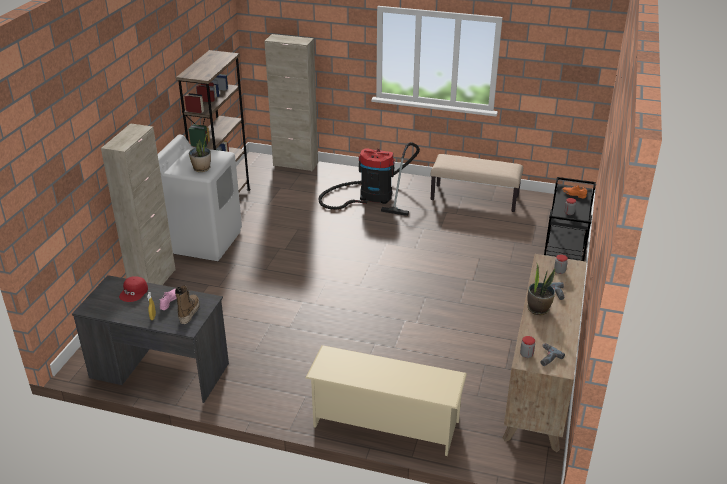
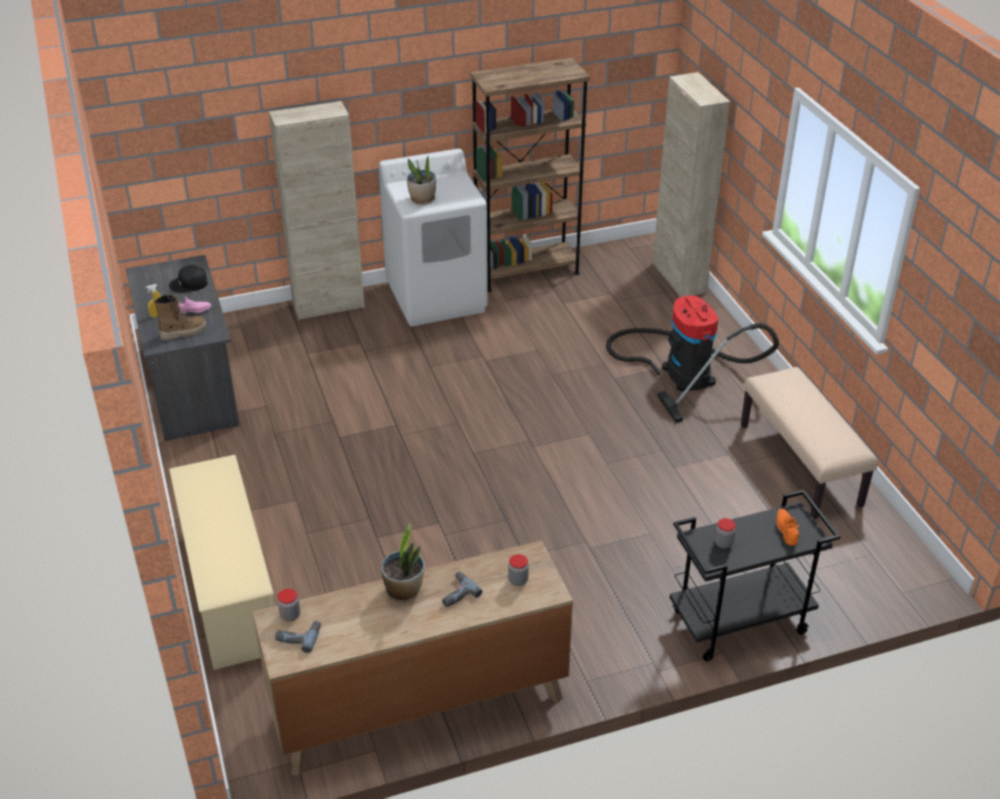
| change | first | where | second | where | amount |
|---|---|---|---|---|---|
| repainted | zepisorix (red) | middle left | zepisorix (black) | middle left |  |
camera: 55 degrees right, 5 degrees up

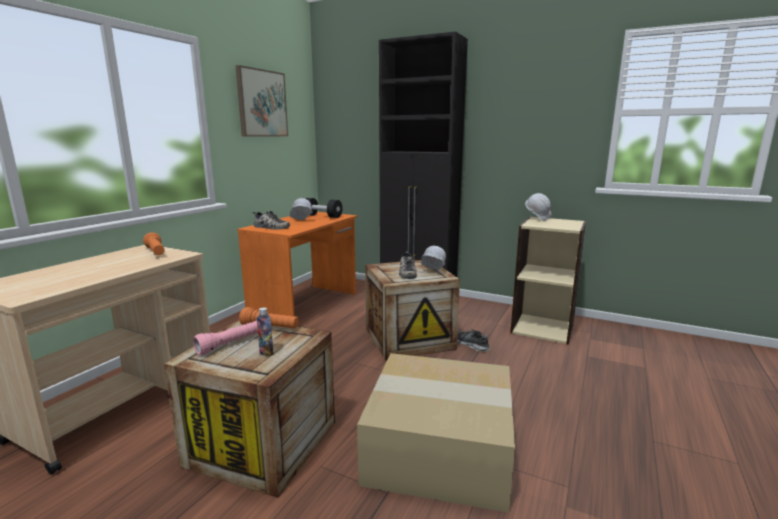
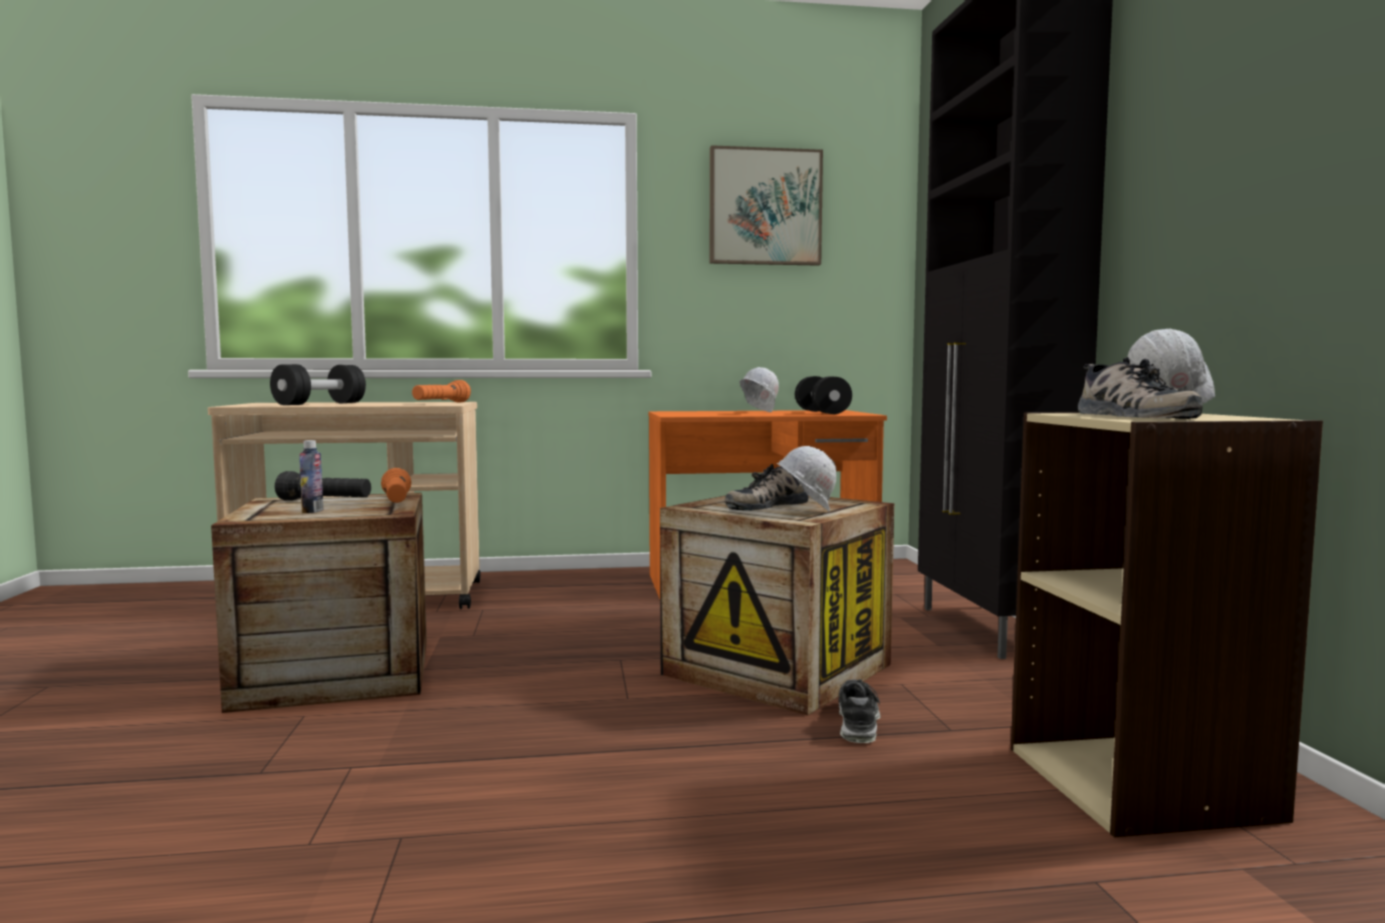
| change | first | where | second | where | amount |
|---|---|---|---|---|---|
| new |  |  | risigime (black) (no. 1 from left) | middle left |  |
| repainted | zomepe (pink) | middle left | zomepe (black) | middle left |  |
| shifted | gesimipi (no. 1 from left in the first image) | centre | gesimipi (no. 3 from left) | middle right |  |
| gone | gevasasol | bottom centre |  |  |  |
camera: 55 degrees right, 10 degrees down

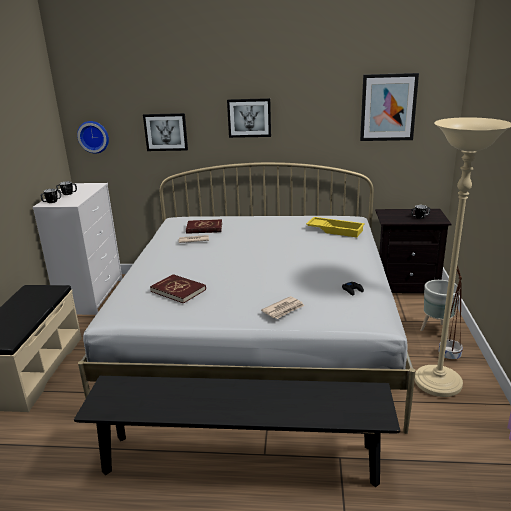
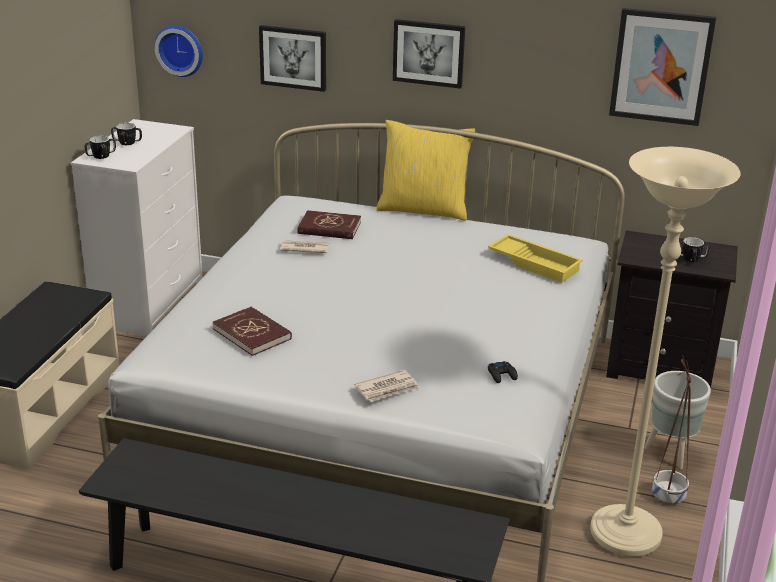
| change | first | where | second | where | amount |
|---|---|---|---|---|---|
| new |  |  | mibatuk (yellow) | top centre |  |
camera: 10 degrees right, 5 degrees up

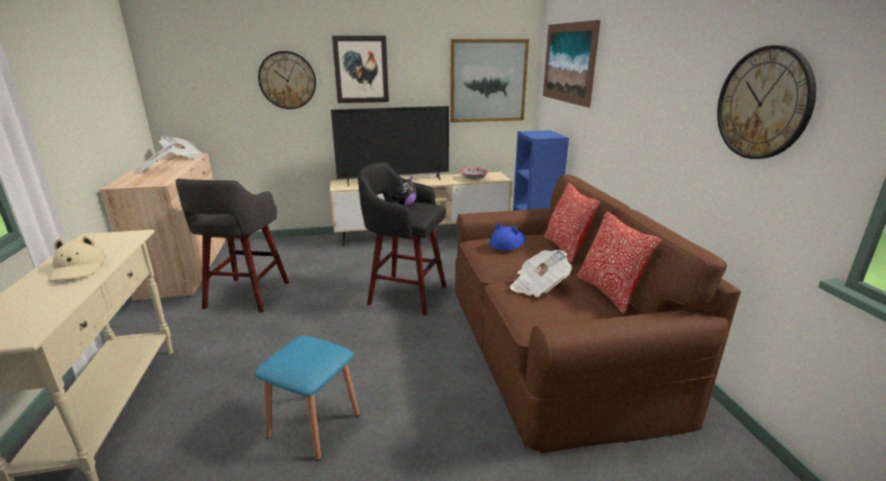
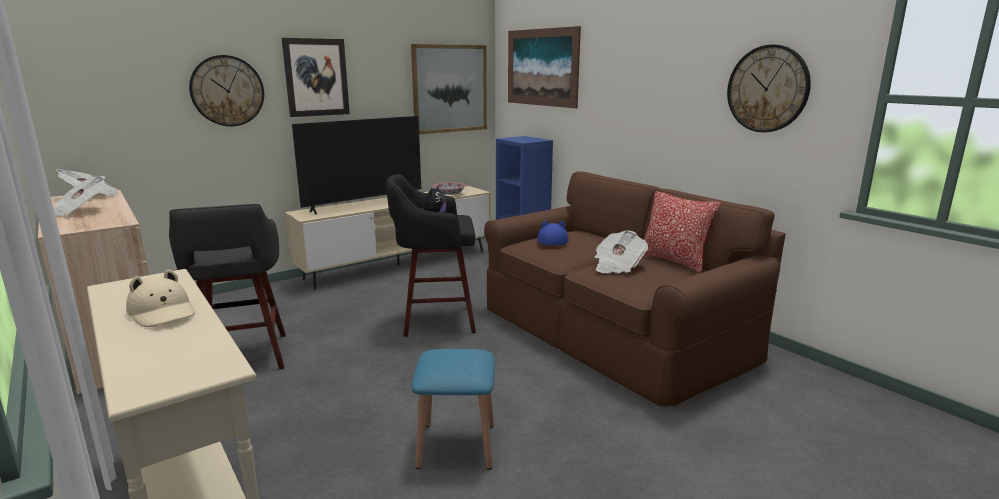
| change | first | where | second | where | amount |
|---|---|---|---|---|---|
| gone | mibatuk (no. 1 from left) | centre |  |  |  |
camera: 25 degrees left, 5 degrees down

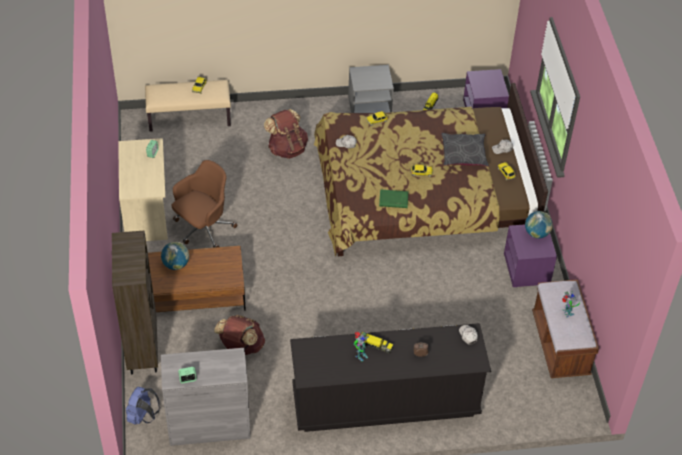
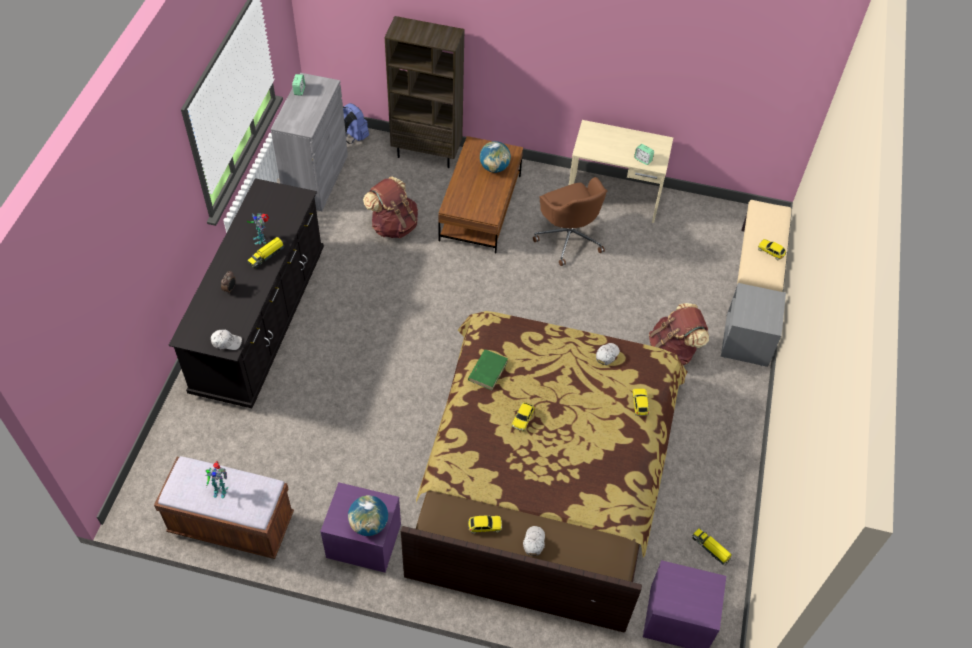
| change | first | where | second | where | amount |
|---|---|---|---|---|---|
| shifted | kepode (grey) | top centre |  | middle right |  |
| gone | mibatuk (grey) | top right |  |  |  |
camera: 110 degrees right, 5 degrees up

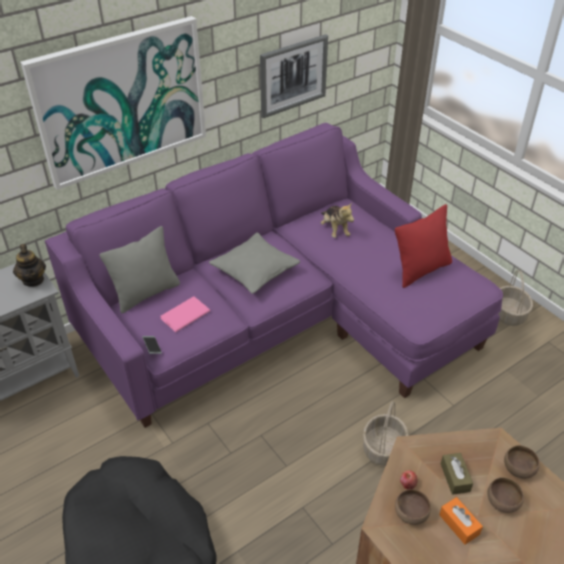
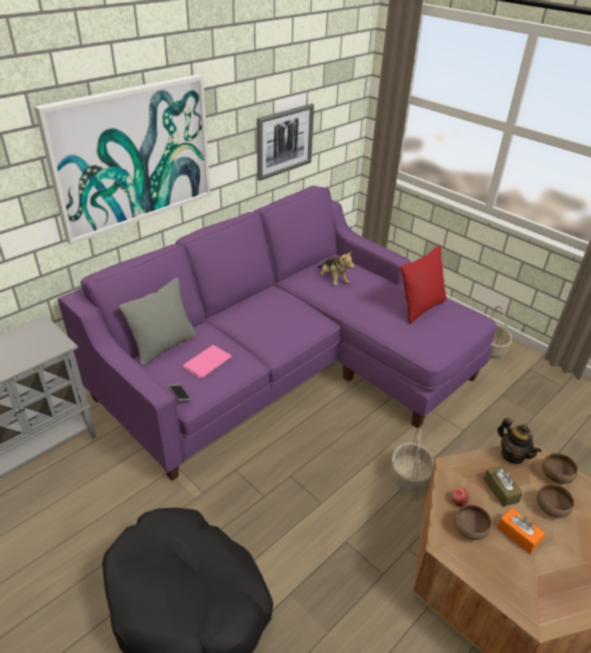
| change | first | where | second | where | amount |
|---|---|---|---|---|---|
| shifted | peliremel | middle left |  | bottom right |  |
| gone | mibatuk (grey) (no. 2 from left) | centre |  |  |  |
camera: 10 degrees left, 5 degrees down

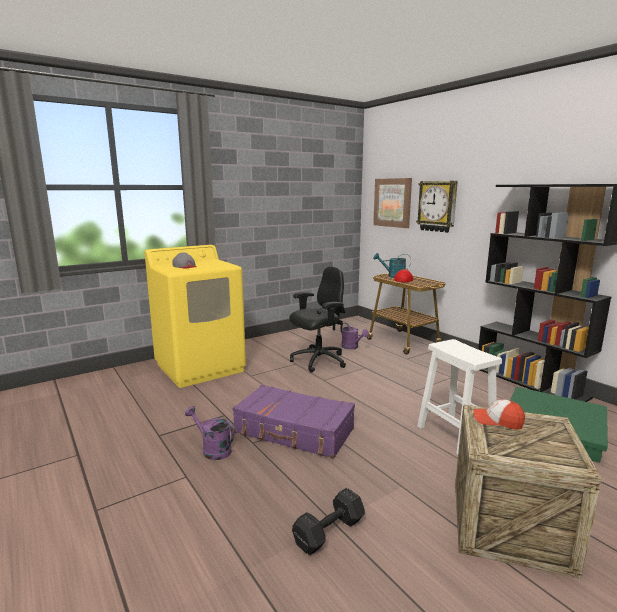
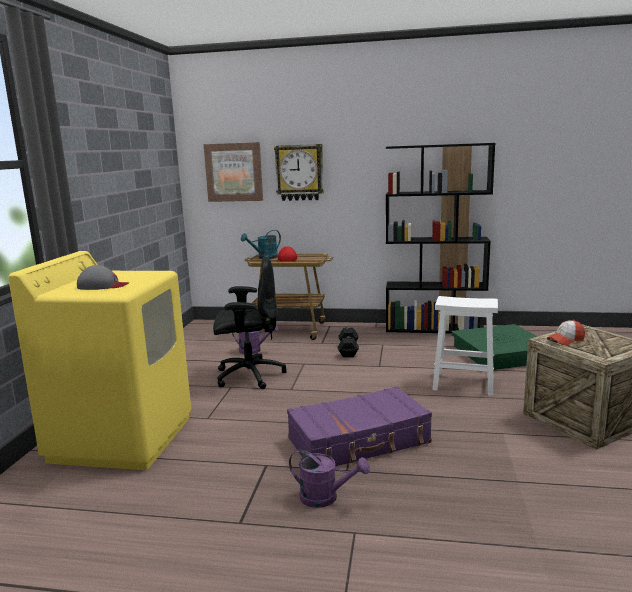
| change | first | where | second | where | amount |
|---|---|---|---|---|---|
| rotated | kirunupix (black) | centre |  | centre | 75 degrees clockwise |
| rotated | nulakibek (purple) (no. 1 from left in the first image) | bottom centre | nulakibek (purple) (no. 2 from left) | bottom centre | 150 degrees counterclockwise |
| shifted | risigime (black) | bottom centre |  | centre |  |
camera: 45 degrees left, 0 degrees up

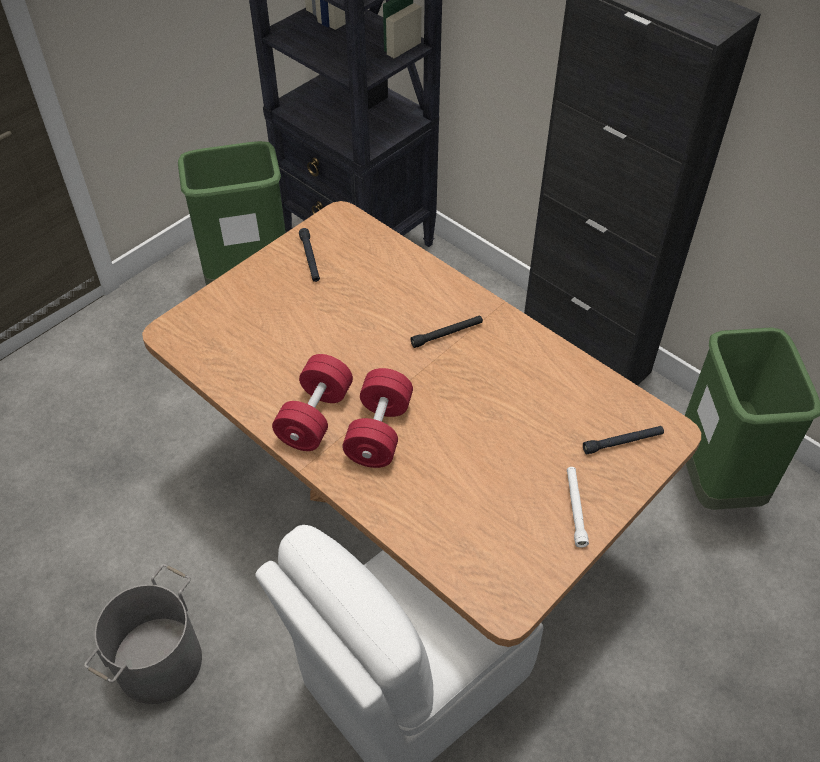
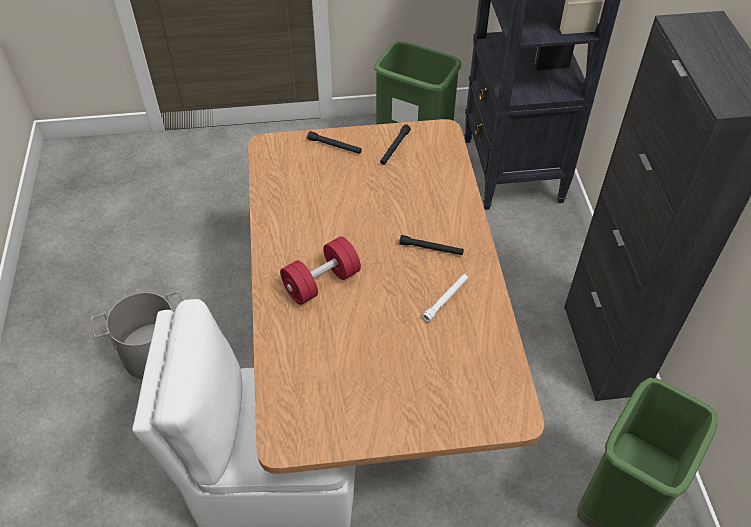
| change | first | where | second | where | amount |
|---|---|---|---|---|---|
| shifted | zomepe (black) (no. 3 from left in the first image) | middle right | zomepe (black) (no. 1 from left) | top centre |  |
| shifted | zomepe (white) | middle right |  | centre |  |
| gone | risigime (red) (no. 1 from left) | centre |  |  |  |
camera: 40 degrees right, 0 degrees up

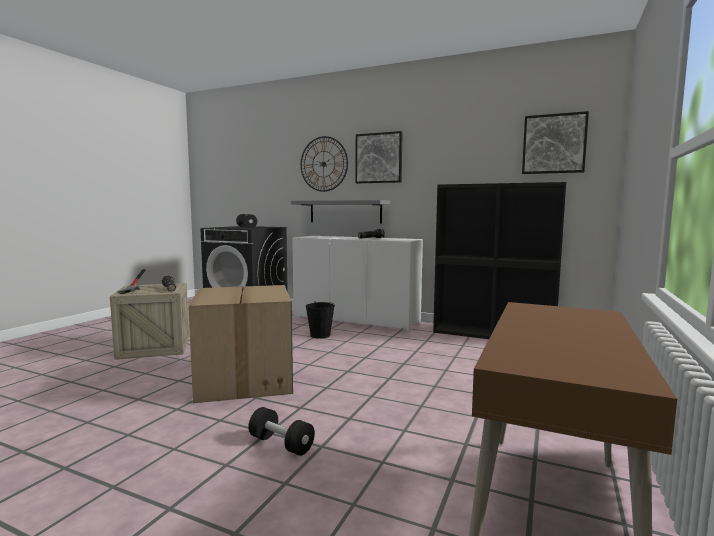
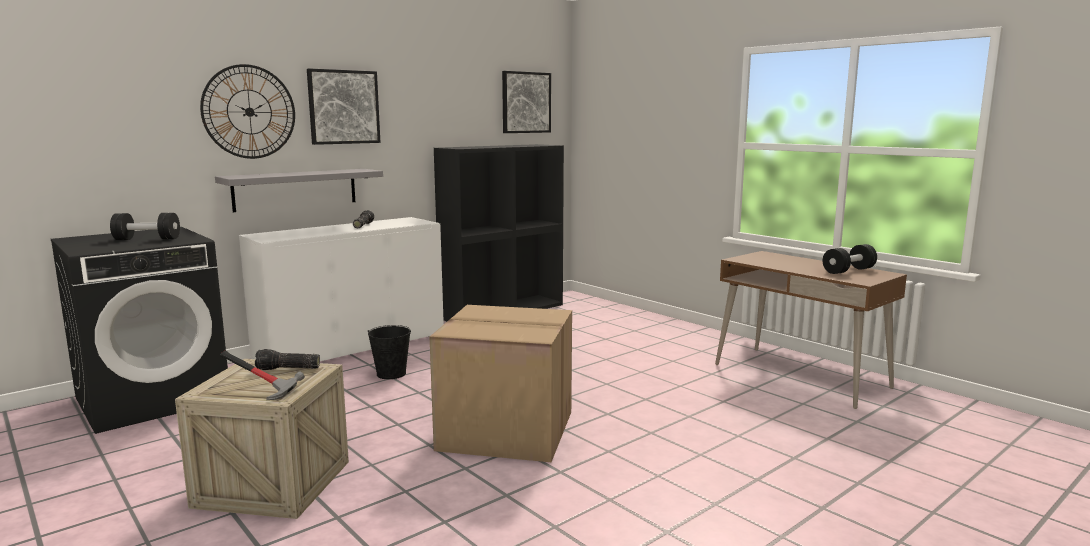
| change | first | where | second | where | amount |
|---|---|---|---|---|---|
| shifted | risigime (black) (no. 2 from left) | bottom centre |  | middle right |  |
camera: 65 degrees left, 5 degrees up

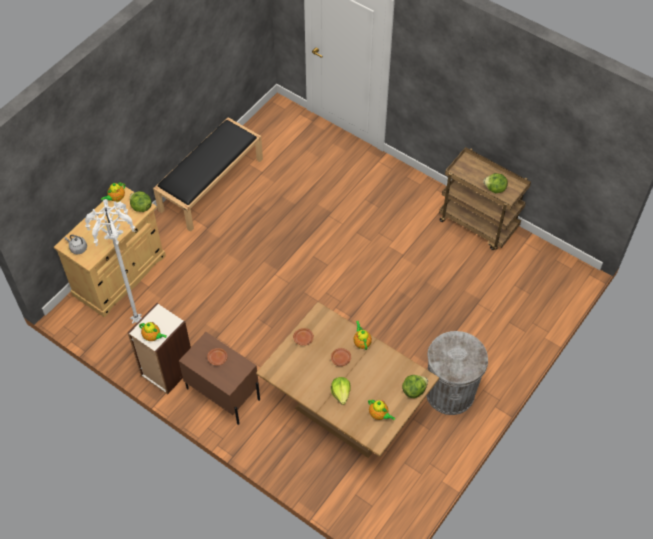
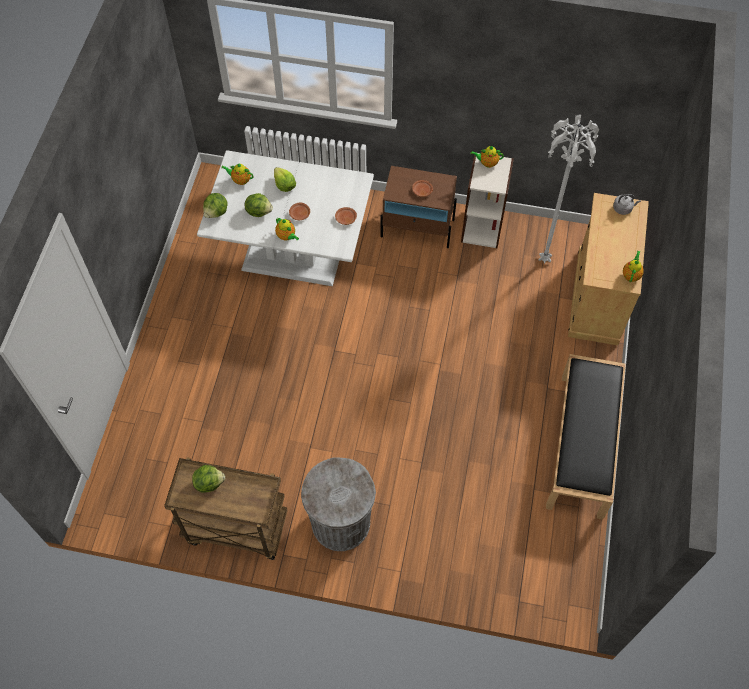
| change | first | where | second | where | amount |
|---|---|---|---|---|---|
| repainted | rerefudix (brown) | bottom centre | rerefudix (white) | top centre |  |
| shifted | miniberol (no. 1 from left in the first image) | middle left | miniberol (no. 3 from left) | top centre |  |
| shifted | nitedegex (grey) | bottom right |  | bottom centre |  |
camera: 155 degrees right, 5 degrees up

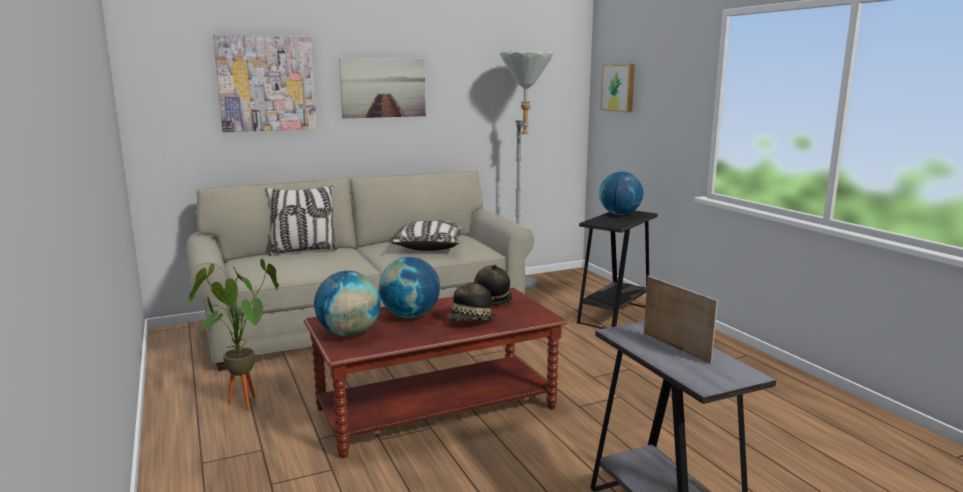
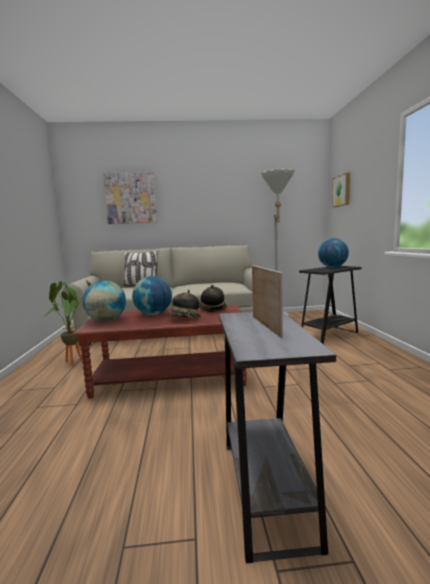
| change | first | where | second | where | amount |
|---|---|---|---|---|---|
| gone | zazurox (no. 2 from left) | top centre |  |  |  |
| gone | mibatuk (no. 2 from left) | centre |  |  |  |
camera: 20 degrees right, 5 degrees down

